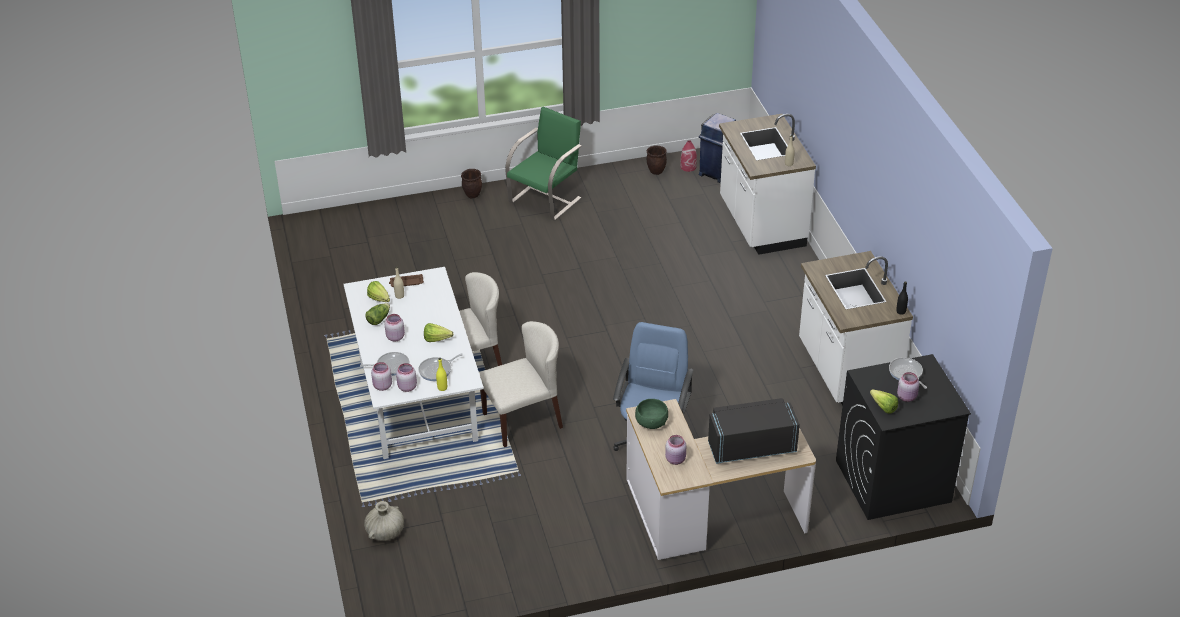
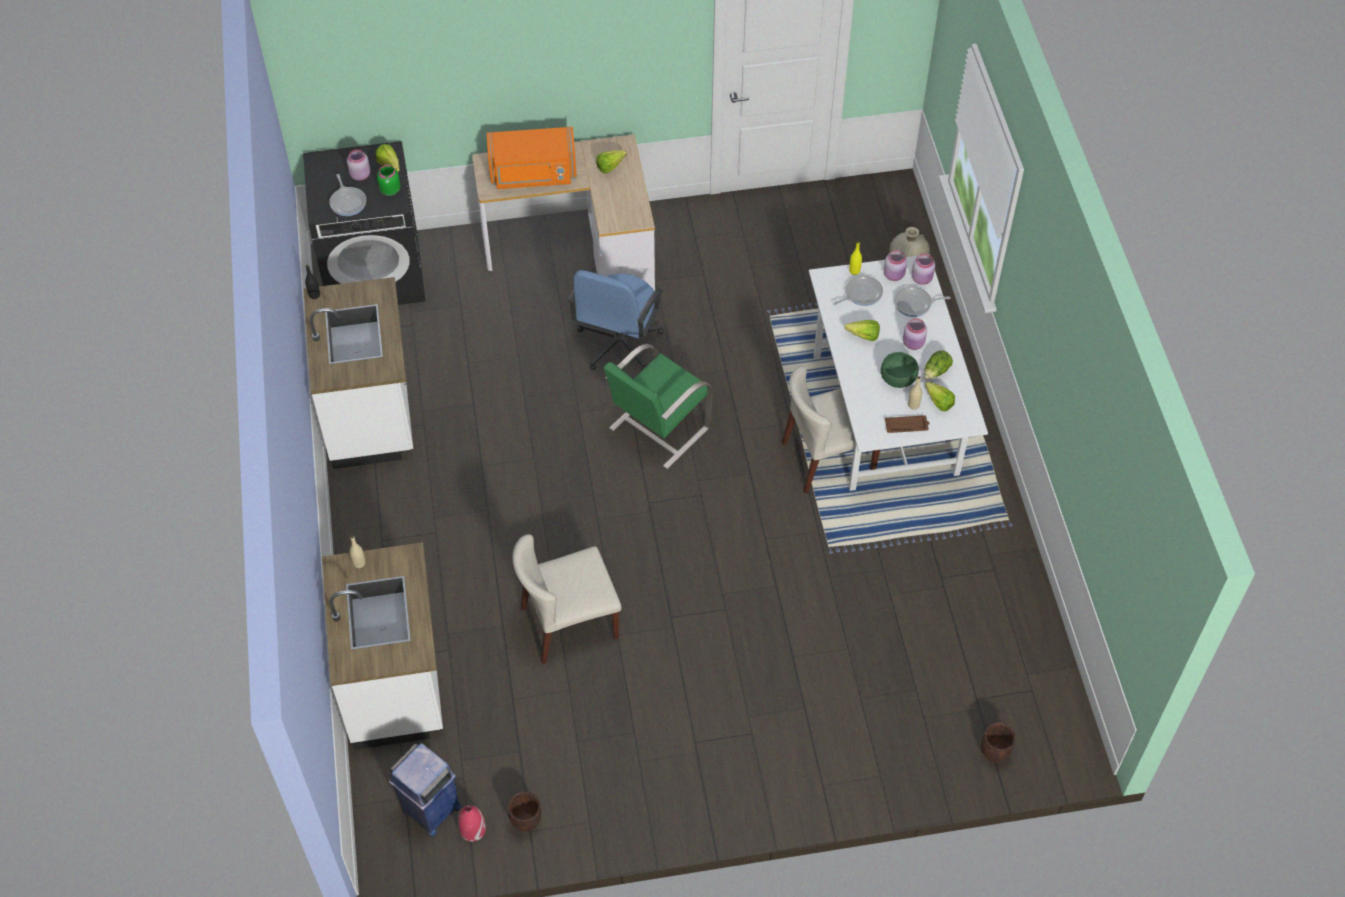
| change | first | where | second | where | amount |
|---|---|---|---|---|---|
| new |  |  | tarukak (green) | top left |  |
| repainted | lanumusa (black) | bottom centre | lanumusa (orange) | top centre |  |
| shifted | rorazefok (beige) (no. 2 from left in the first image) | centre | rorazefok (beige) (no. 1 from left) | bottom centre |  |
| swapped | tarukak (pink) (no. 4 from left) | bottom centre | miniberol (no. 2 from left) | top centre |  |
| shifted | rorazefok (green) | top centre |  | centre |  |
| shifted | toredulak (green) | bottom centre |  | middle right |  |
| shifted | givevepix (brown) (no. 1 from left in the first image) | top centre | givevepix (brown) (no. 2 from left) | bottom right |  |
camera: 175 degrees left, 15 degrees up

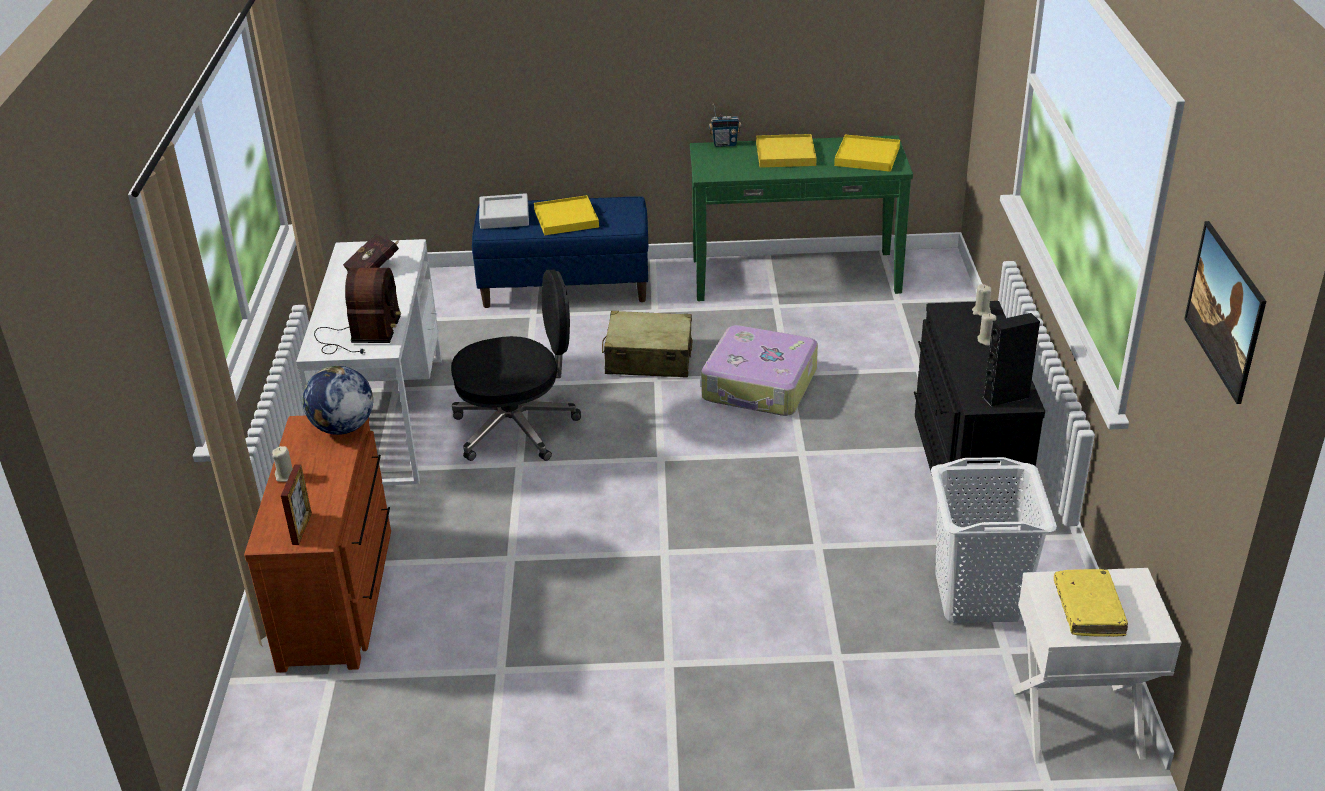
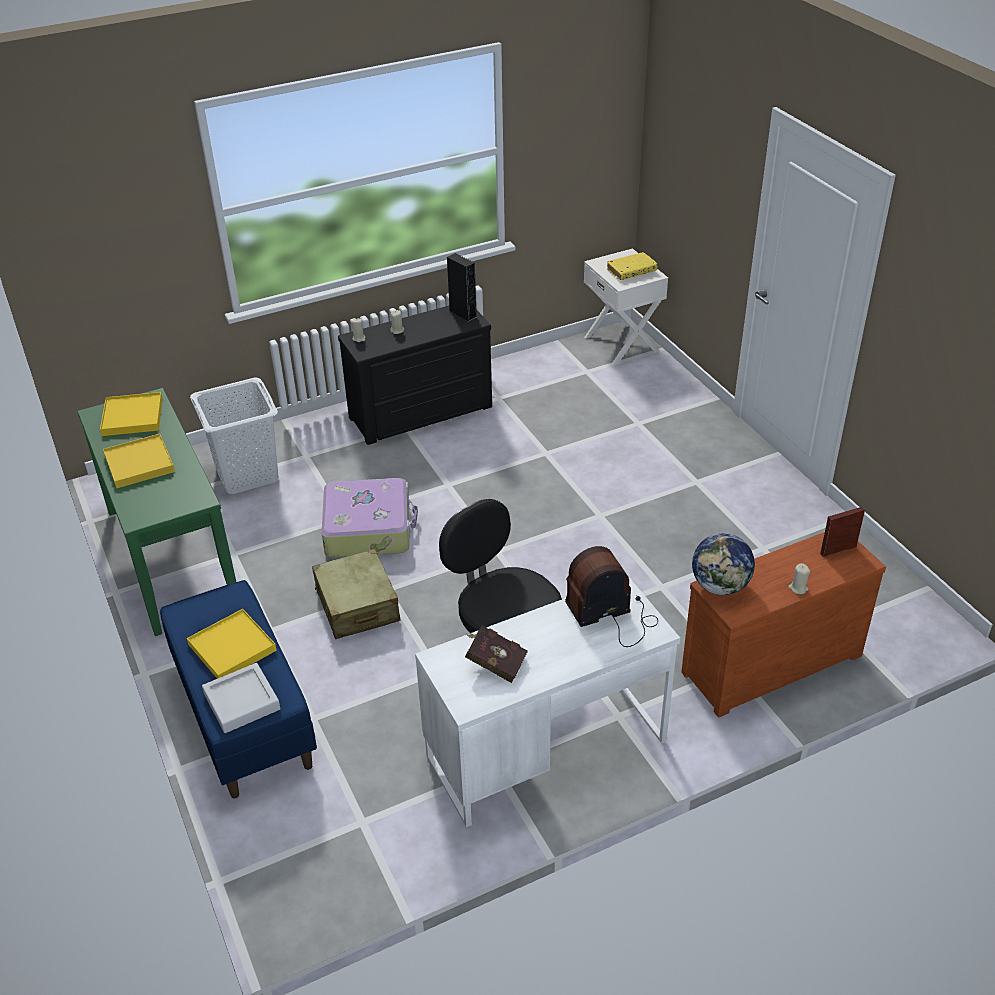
| change | first | where | second | where | amount |
|---|---|---|---|---|---|
| shifted | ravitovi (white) | bottom right |  | middle left |  |
| gone | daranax (no. 2 from left) | top centre |  |  |  |
| gone | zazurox | middle right |  |  |  |
camera: 115 degrees left, 5 degrees up

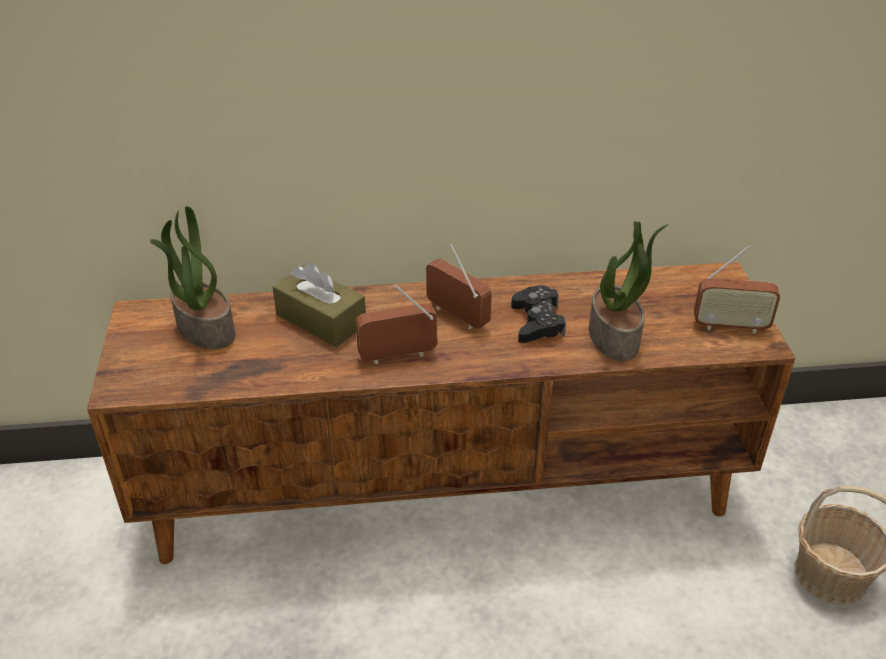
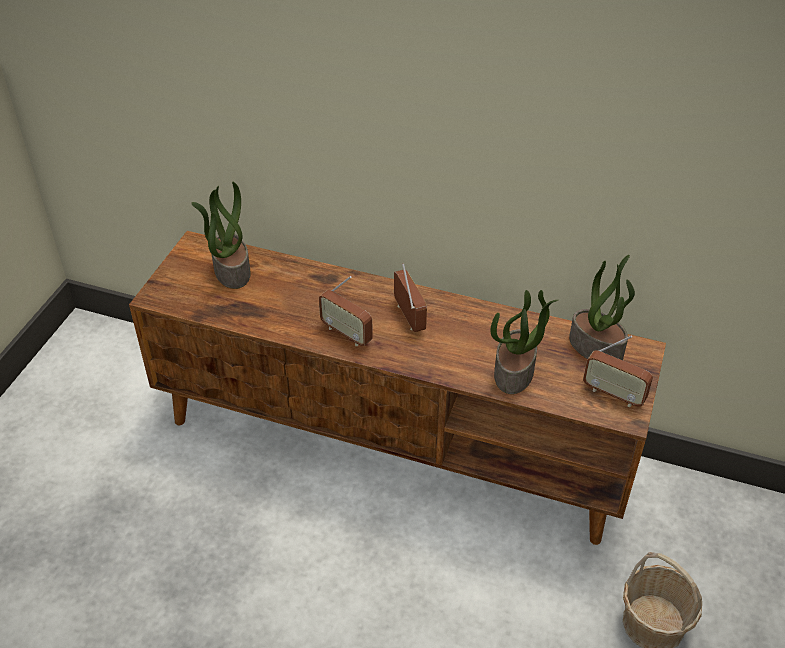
| change | first | where | second | where | amount |
|---|---|---|---|---|---|
| rotated | daranax (no. 1 from left) | centre |  | centre | 150 degrees counterclockwise |
| new |  |  | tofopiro (no. 3 from left) | middle right |  |
| gone | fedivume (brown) | centre |  |  |  |
| gone | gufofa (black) | centre |  |  |  |
camera: 25 degrees right, 5 degrees up

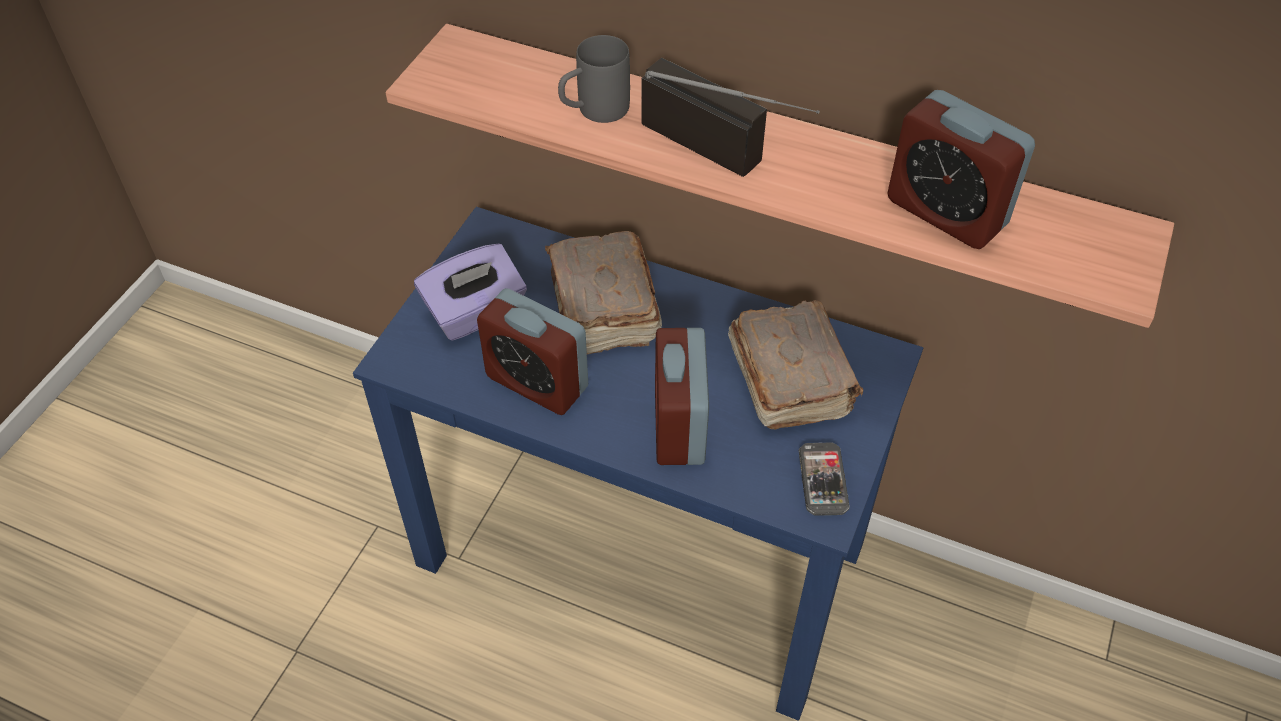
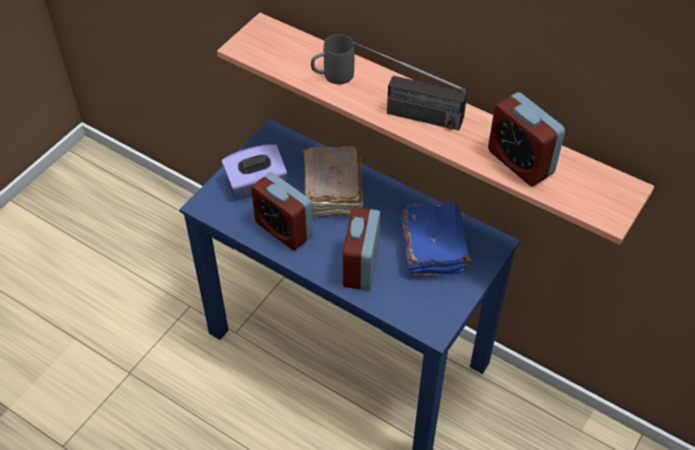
| change | first | where | second | where | amount |
|---|---|---|---|---|---|
| rotated | daranax | top centre |  | top centre | 150 degrees clockwise |
| repainted | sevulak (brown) (no. 2 from left) | centre | sevulak (blue) | centre |  |
| gone | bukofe | centre |  |  |  |
camera: 10 degrees right, 0 degrees up

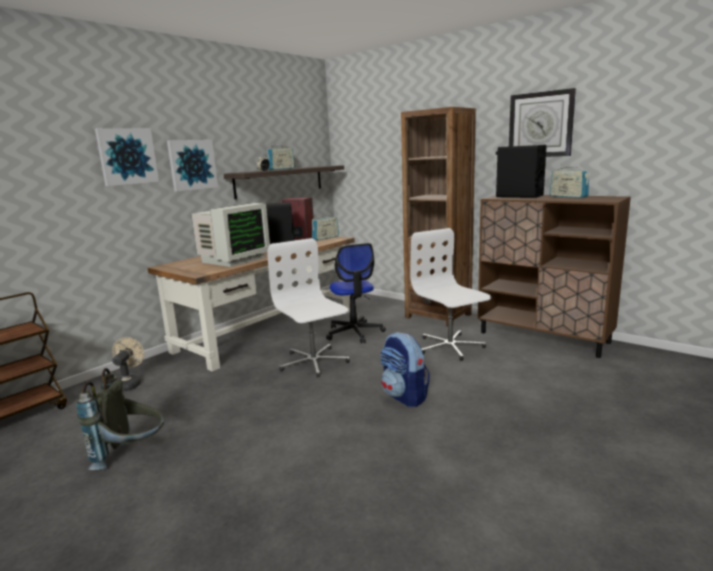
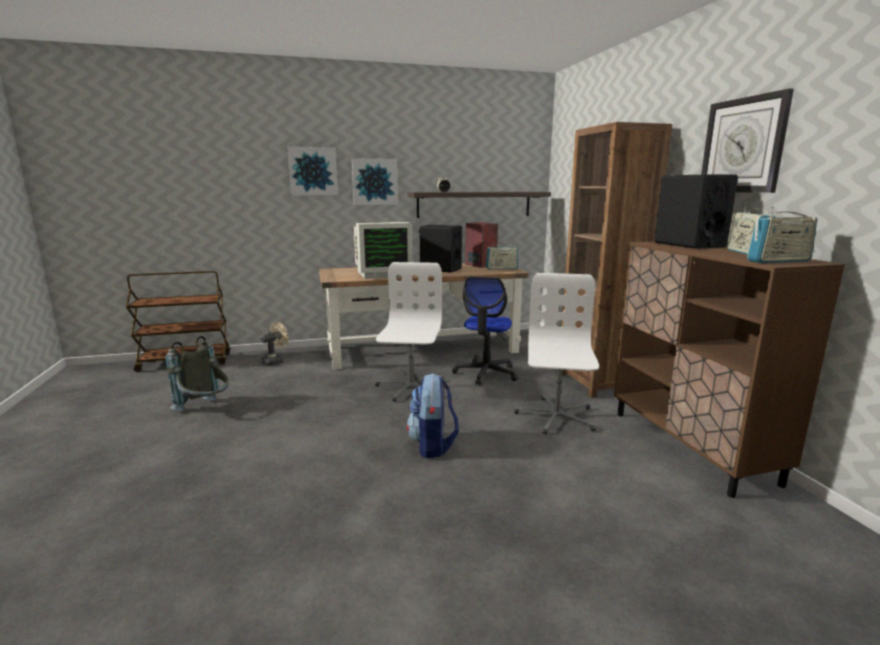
| change | first | where | second | where | amount |
|---|---|---|---|---|---|
| shifted | daranax (no. 1 from left in the first image) | top centre | daranax (no. 3 from left) | middle right |  |
camera: 35 degrees right, 0 degrees up

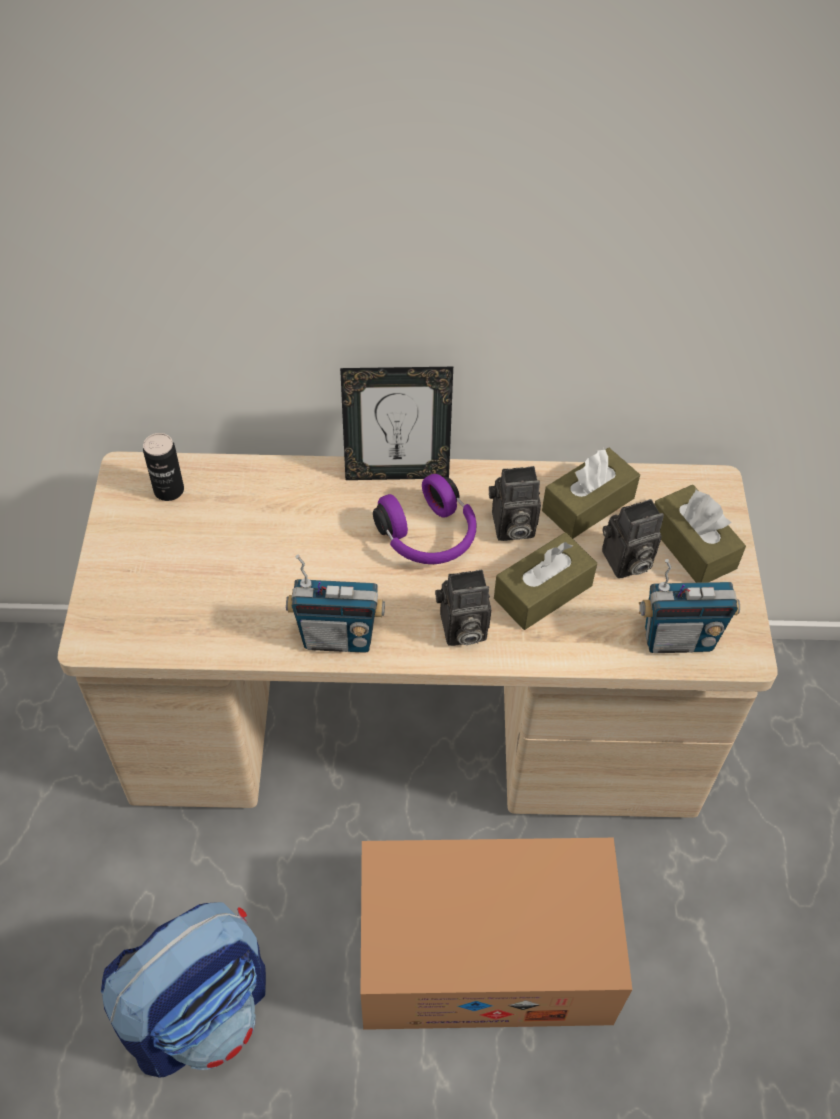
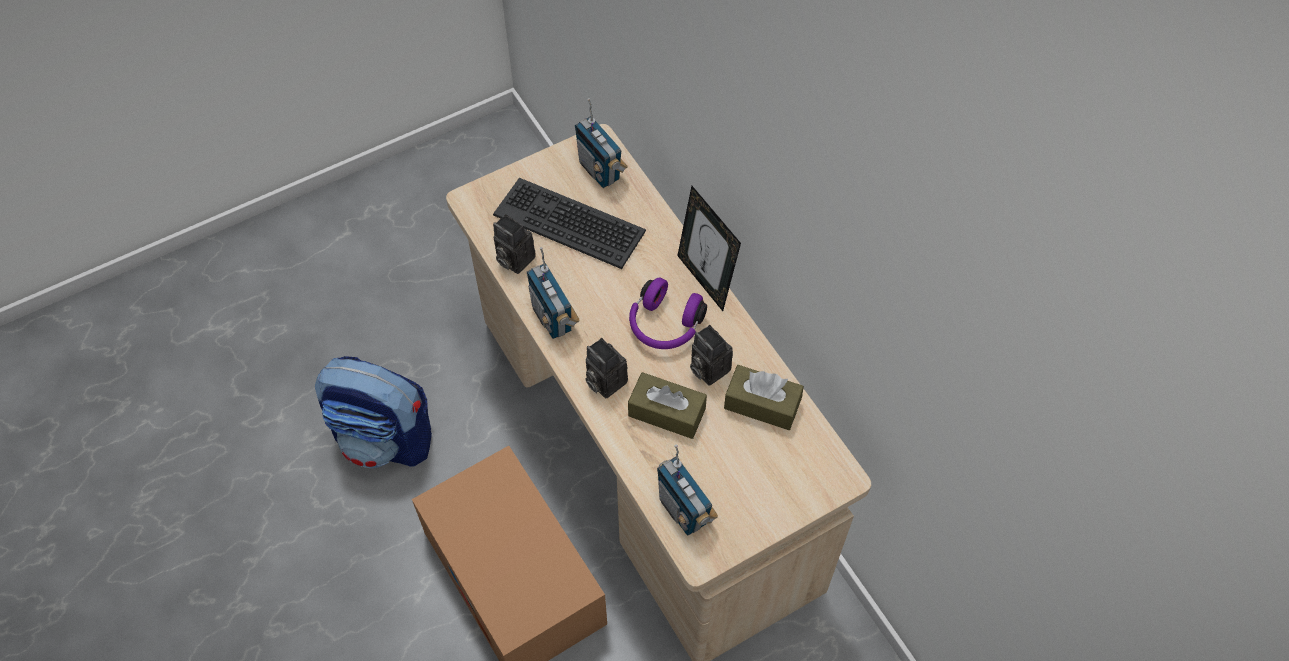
| change | first | where | second | where | amount |
|---|---|---|---|---|---|
| new |  |  | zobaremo | centre |  |
| shifted | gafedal (no. 3 from left in the first image) | middle right | gafedal (no. 1 from left) | centre |  |
| swapped | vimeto | middle left | daranax (no. 2 from left) | top centre |  |
| gone | fedivume (brown) (no. 3 from left) | middle right |  |  |  |
camera: 60 degrees right, 5 degrees up

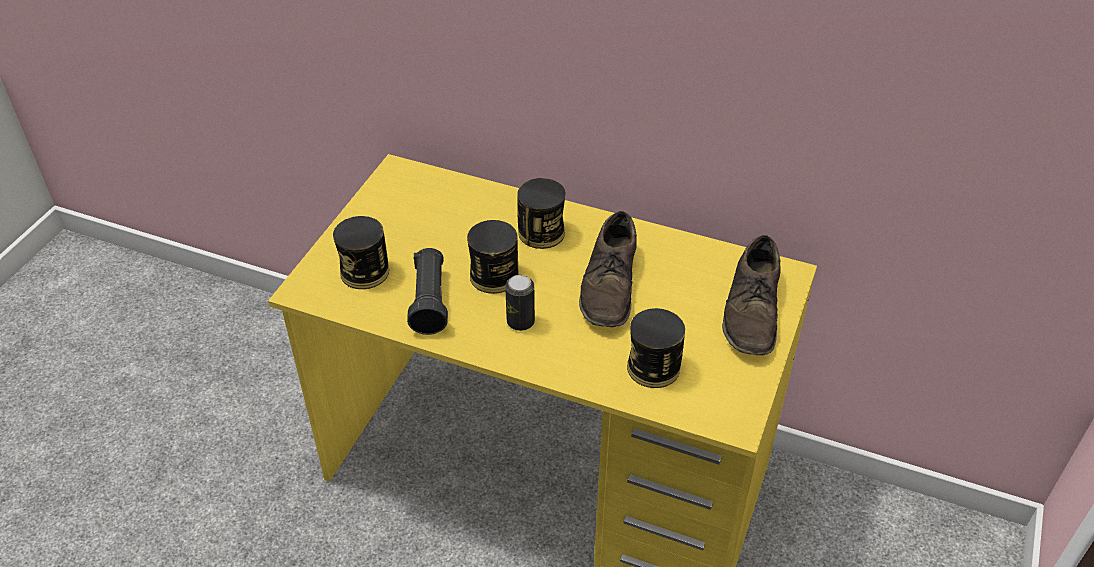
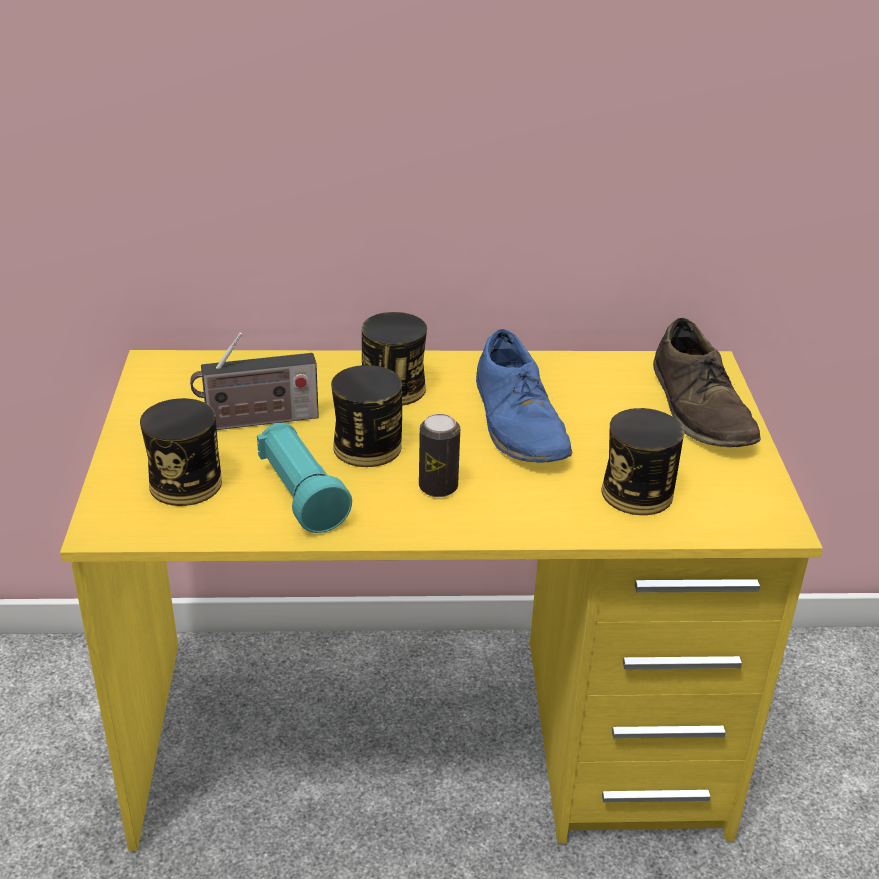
| change | first | where | second | where | amount |
|---|---|---|---|---|---|
| new |  |  | daranax | middle left |  |
| repainted | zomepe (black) | centre | zomepe (turquoise) | centre |  |
| repainted | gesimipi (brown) (no. 1 from left) | centre | gesimipi (blue) | centre |  |
camera: 25 degrees left, 10 degrees down

